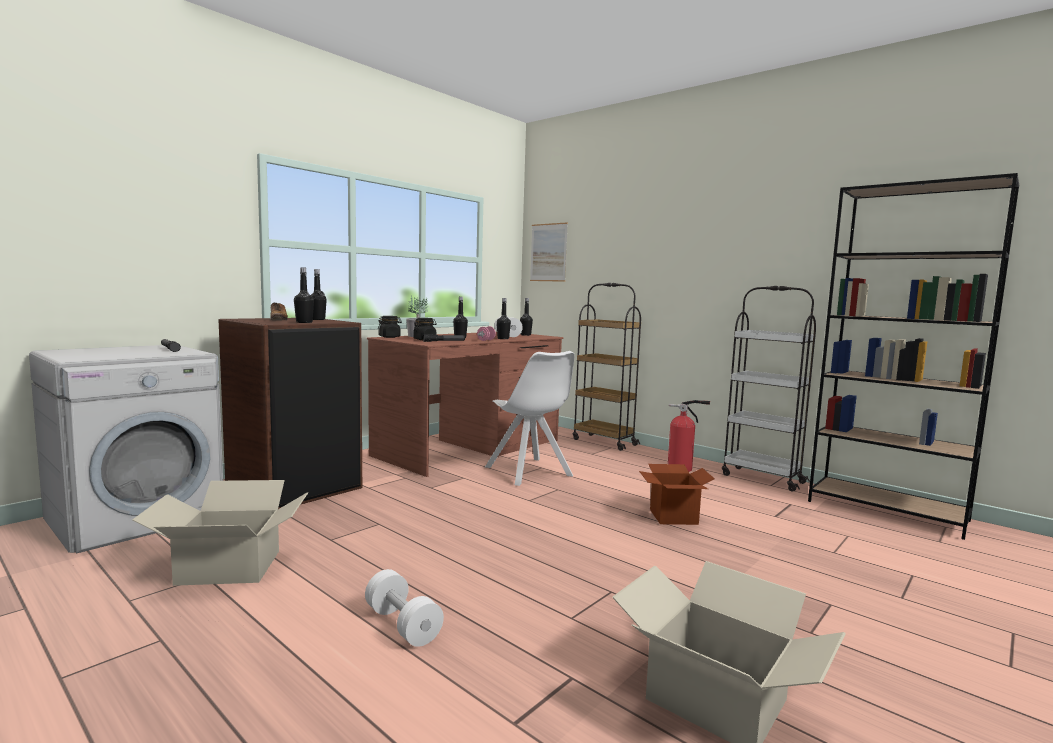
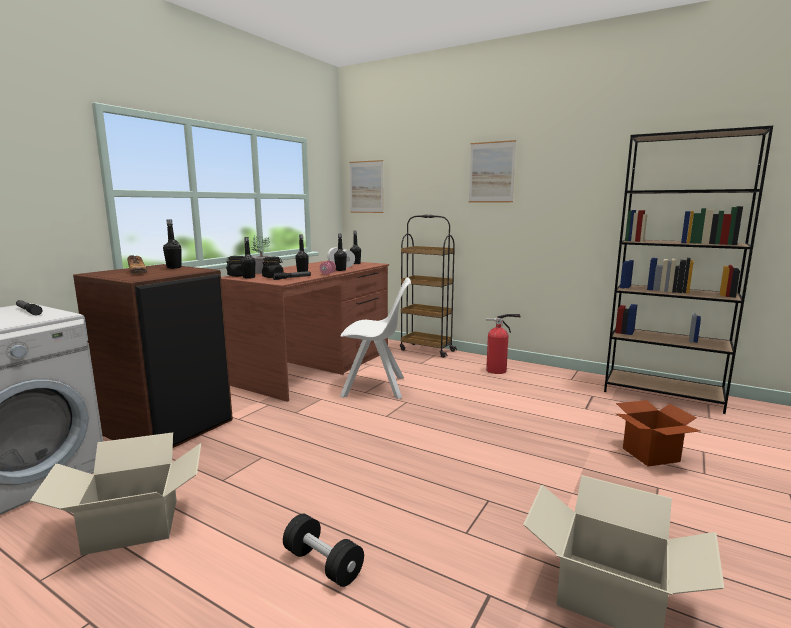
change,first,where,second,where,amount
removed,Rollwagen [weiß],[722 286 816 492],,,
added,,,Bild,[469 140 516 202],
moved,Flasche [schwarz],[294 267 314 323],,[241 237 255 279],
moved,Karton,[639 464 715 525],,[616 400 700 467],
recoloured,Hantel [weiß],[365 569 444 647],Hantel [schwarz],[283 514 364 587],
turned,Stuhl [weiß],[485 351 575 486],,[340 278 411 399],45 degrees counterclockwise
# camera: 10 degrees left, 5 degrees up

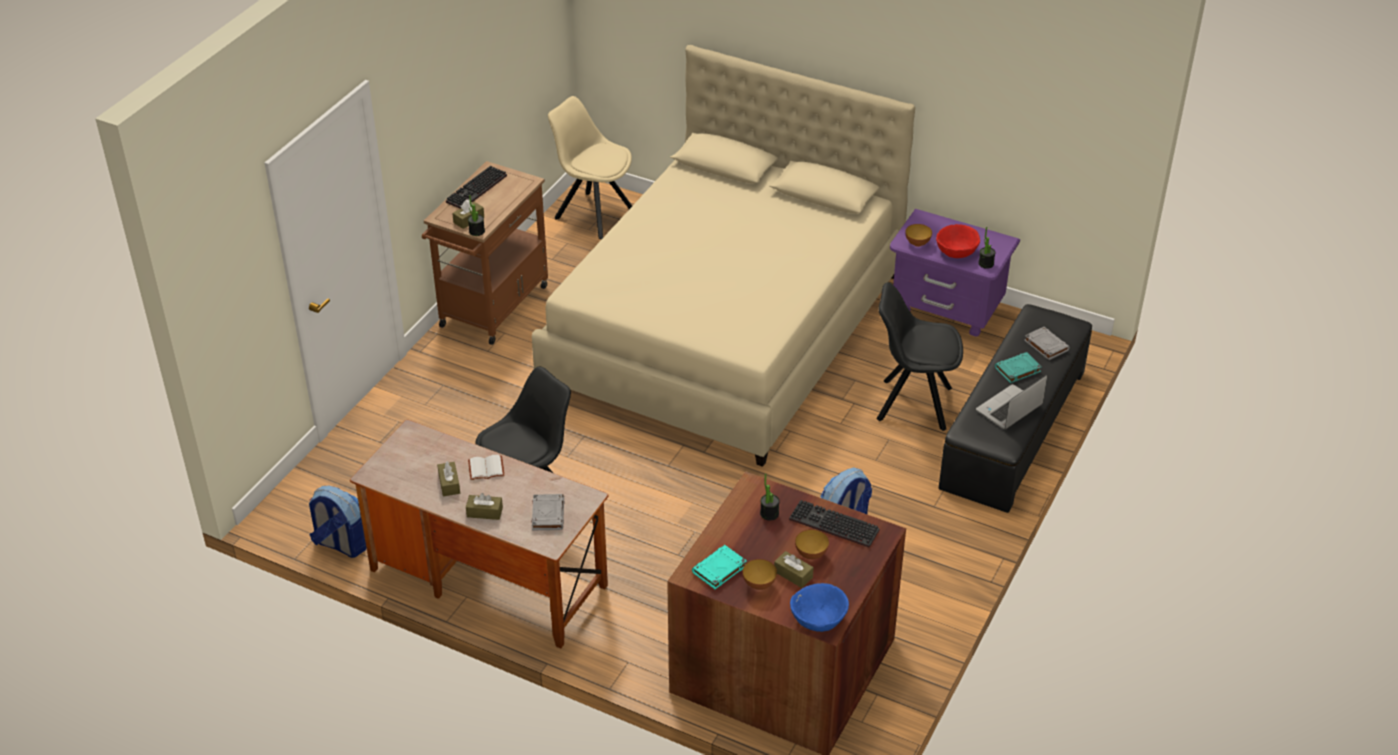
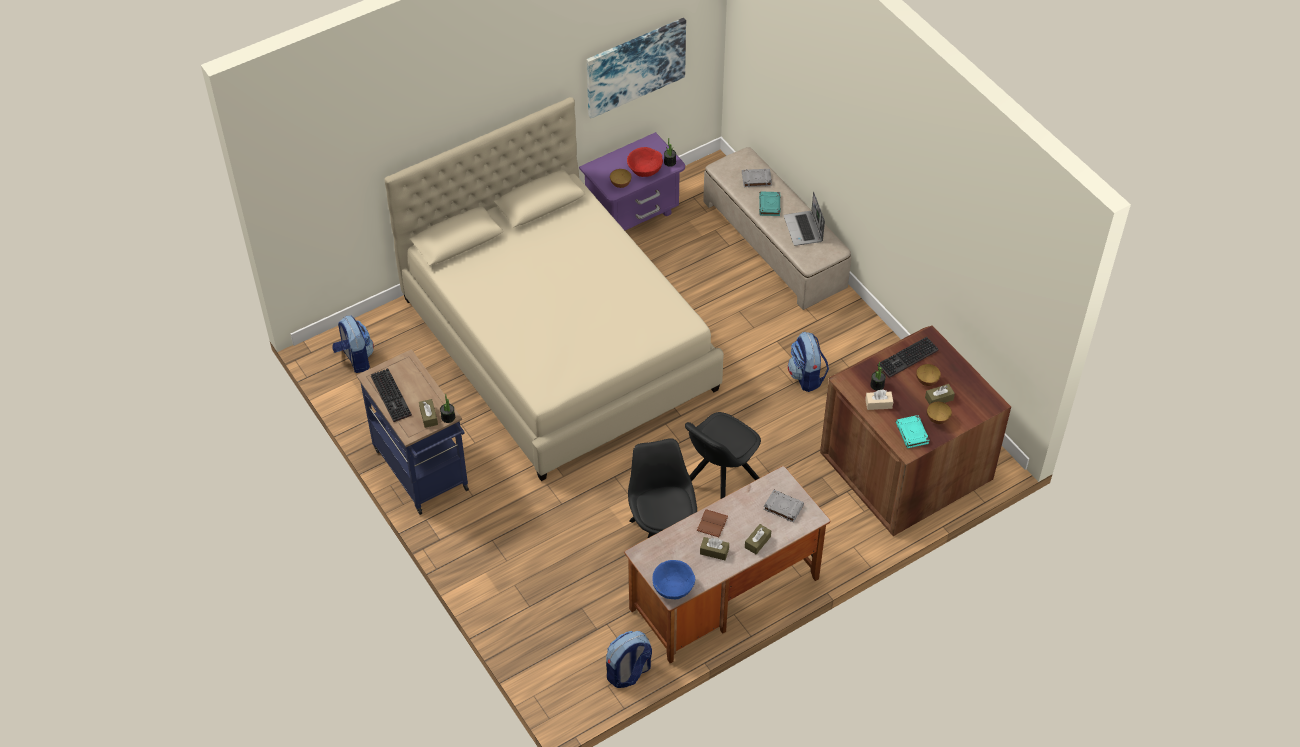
change,first,where,second,where,amount
added,,,Bild,[587 18 686 118],
added,,,Taschentuchbox [beige],[865 389 893 410],
moved,Schüssel [blau],[790 583 849 632],,[652 560 695 599],
moved,Stuhl [schwarz],[877 282 963 431],,[685 412 761 499],
replaced,Stuhl [beige],[548 96 632 239],Rucksack,[332 315 374 373],
recoloured,Rollwagen [braun],[422 161 548 345],Rollwagen [blau],[356 349 469 515],
recoloured,Buch [weiß],[468 455 505 480],Buch [braun],[697 509 728 537],
recoloured,Bank [schwarz],[939 304 1092 513],Bank [beige],[703 147 851 310],
# camera: 60 degrees left, 10 degrees up

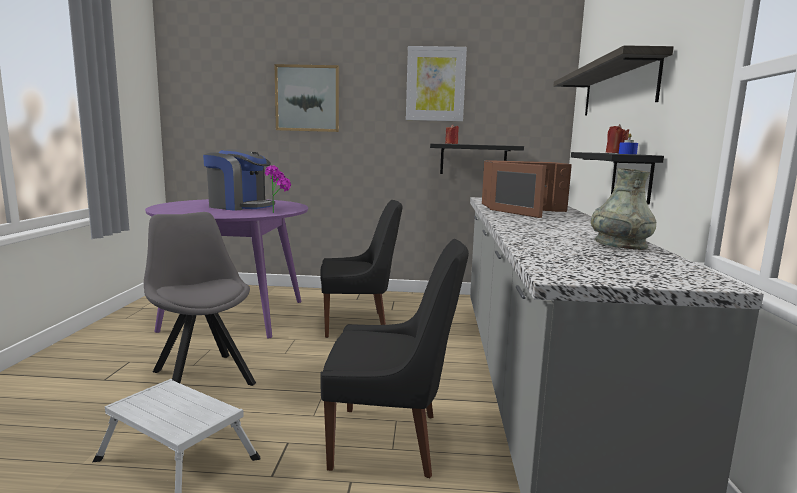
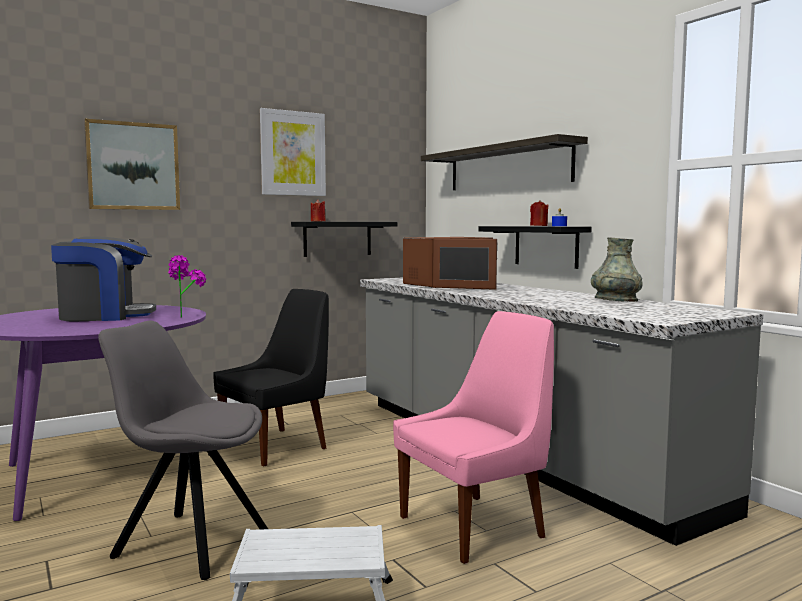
change,first,where,second,where,amount
recoloured,Stuhl [schwarz],[320 239 469 478],Stuhl [rosa],[393 311 554 564],
# camera: 35 degrees left, 5 degrees down

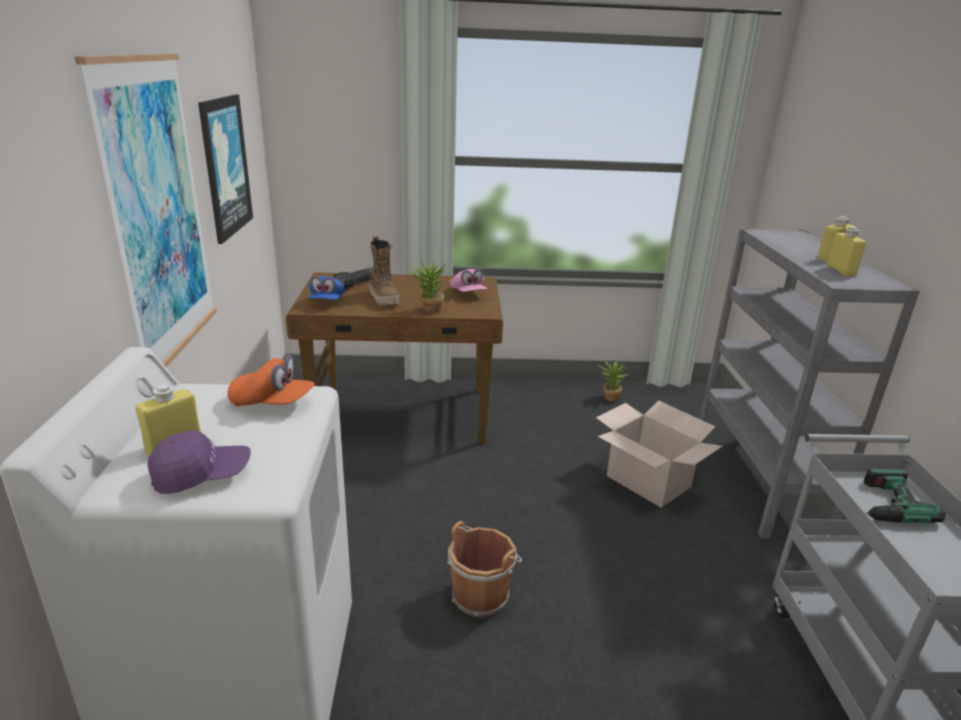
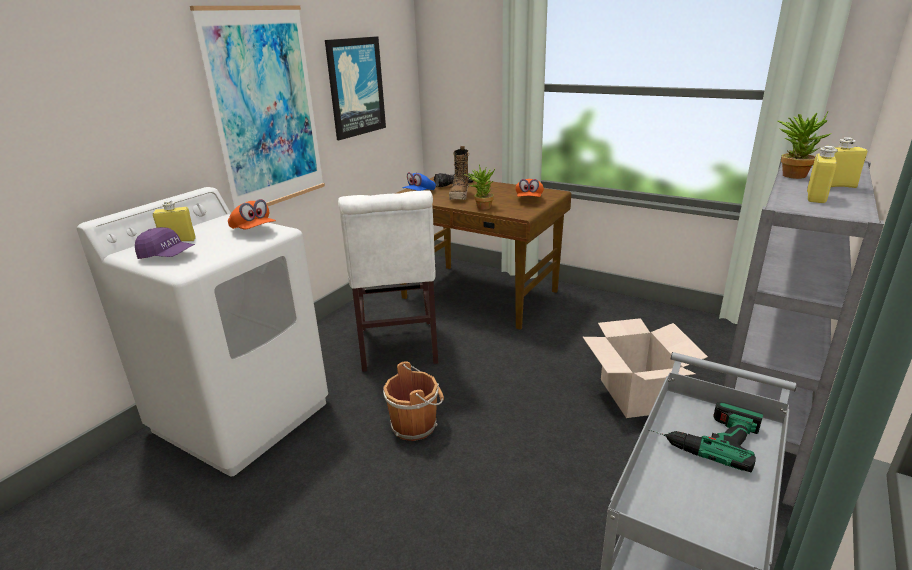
change,first,where,second,where,amount
added,,,Stuhl [weiß],[338 190 438 372],
moved,Topfpflanze,[597 359 629 401],,[777 111 832 179],
recoloured,Kappe [rosa],[450 269 487 292],Kappe [orange],[515 179 544 197],
# camera: 35 degrees right, 0 degrees up

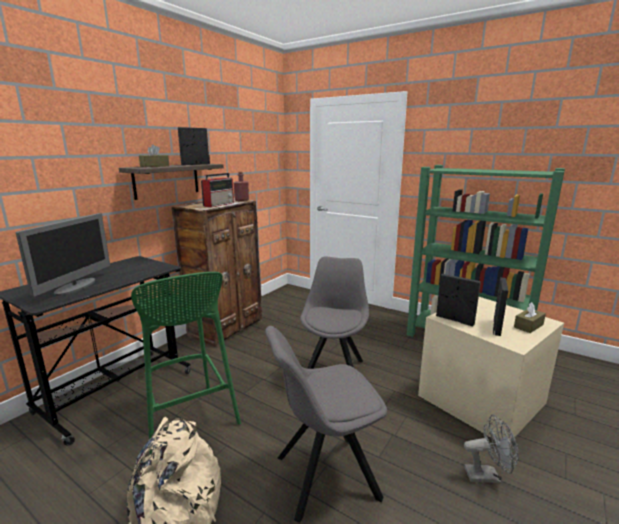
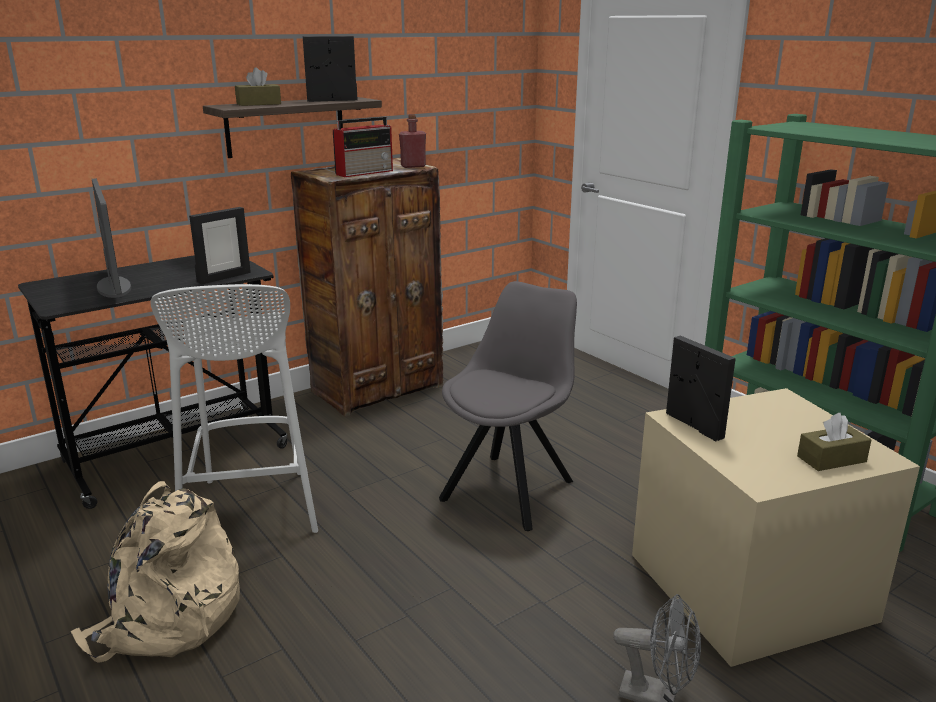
change,first,where,second,where,amount
removed,Stuhl [grau],[265 326 387 523],,,
moved,Bilderrahmen,[493 277 508 336],,[189 207 251 284],
recoloured,Hocker [grün],[131 272 241 454],Hocker [weiß],[150 284 318 533],
turned,Monitor,[16 213 110 297],,[92 178 131 298],60 degrees counterclockwise
# camera: 20 degrees right, 5 degrees up

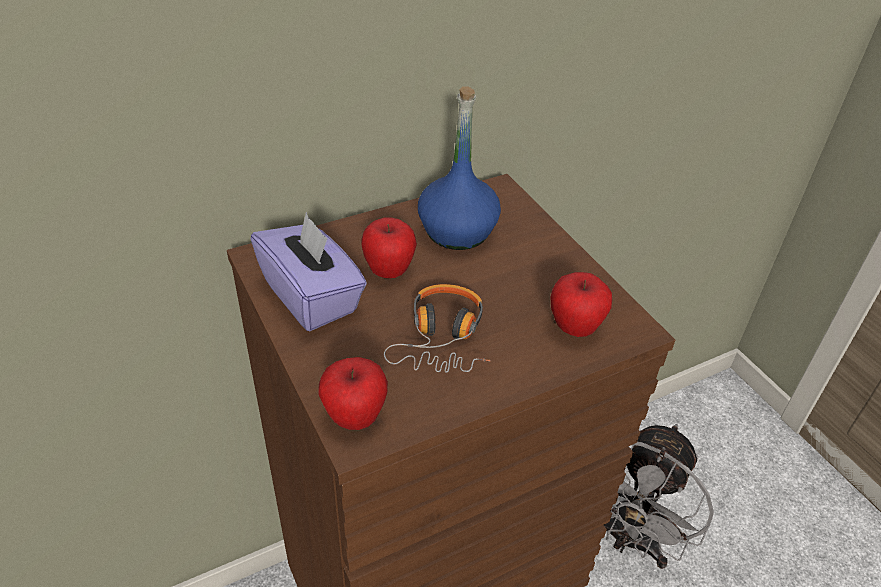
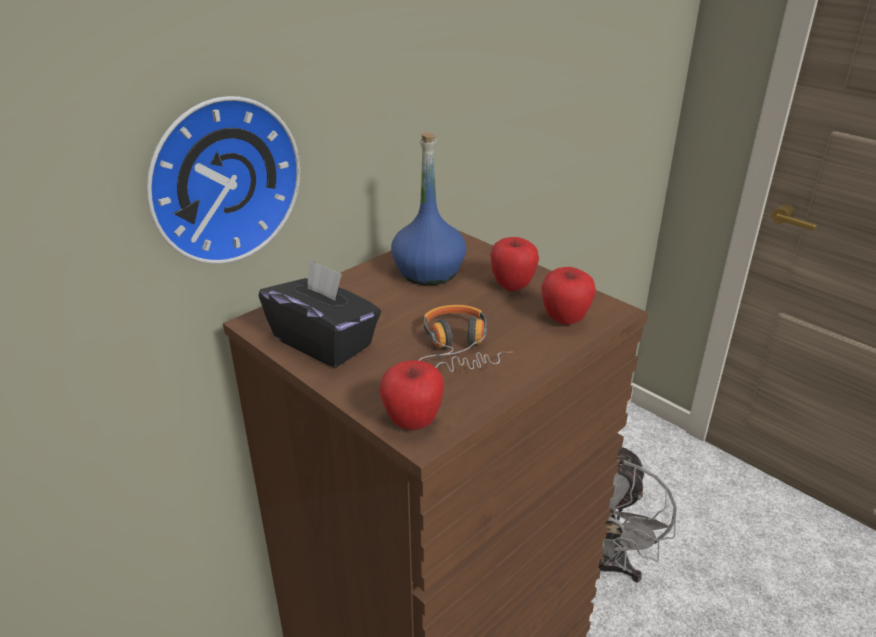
change,first,where,second,where,amount
added,,,Wanduhr,[147 96 300 264],
moved,Apfel,[361 218 417 278],,[490 237 539 291],
recoloured,Taschentuchbox [lila],[251 212 367 331],Taschentuchbox [schwarz],[259 259 381 367],
# camera: 15 degrees left, 10 degrees down

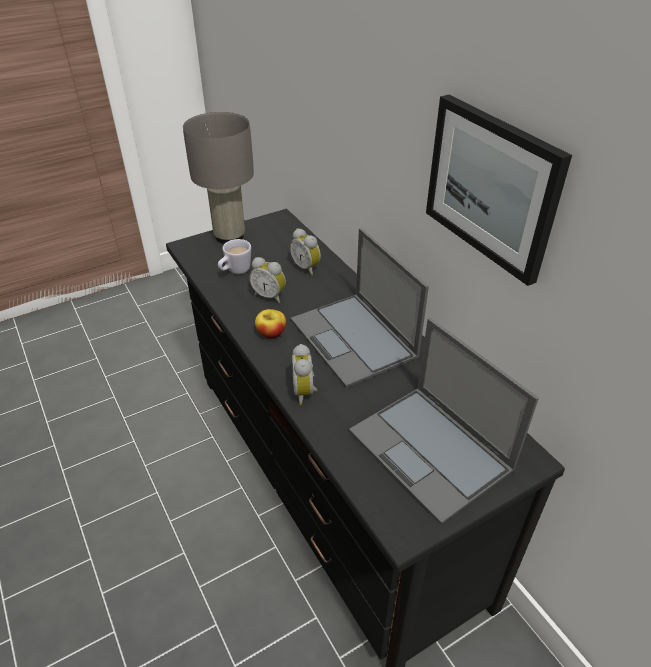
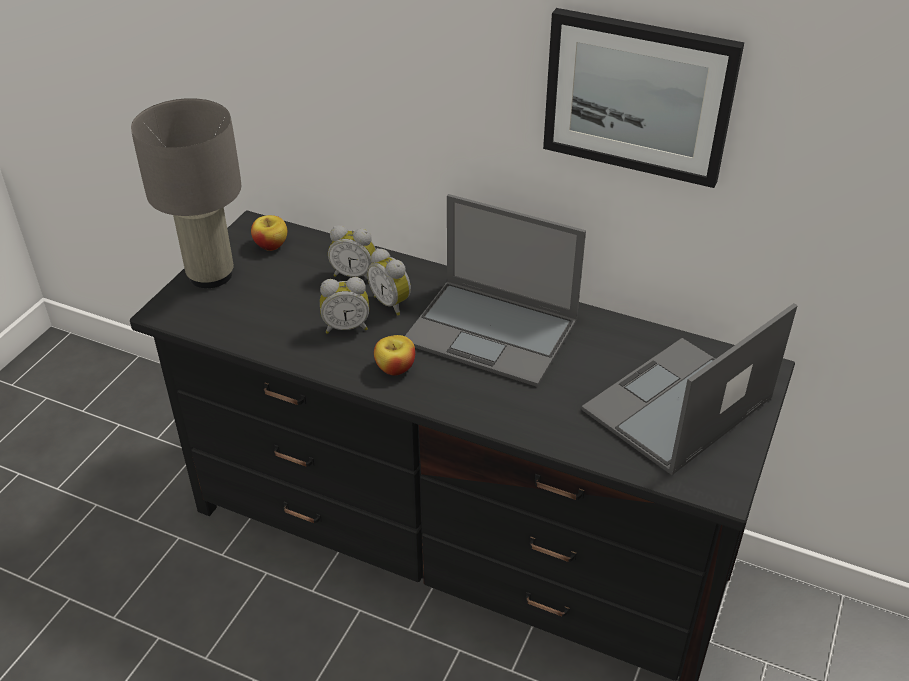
change,first,where,second,where,amount
removed,Henkelbecher [weiß],[218 239 251 274],,,
added,,,Apfel,[251 215 287 251],
moved,Wecker,[292 344 318 405],,[367 248 411 316],
turned,Laptop,[349 318 539 525],,[581 303 798 475],120 degrees clockwise
# camera: 35 degrees left, 0 degrees up

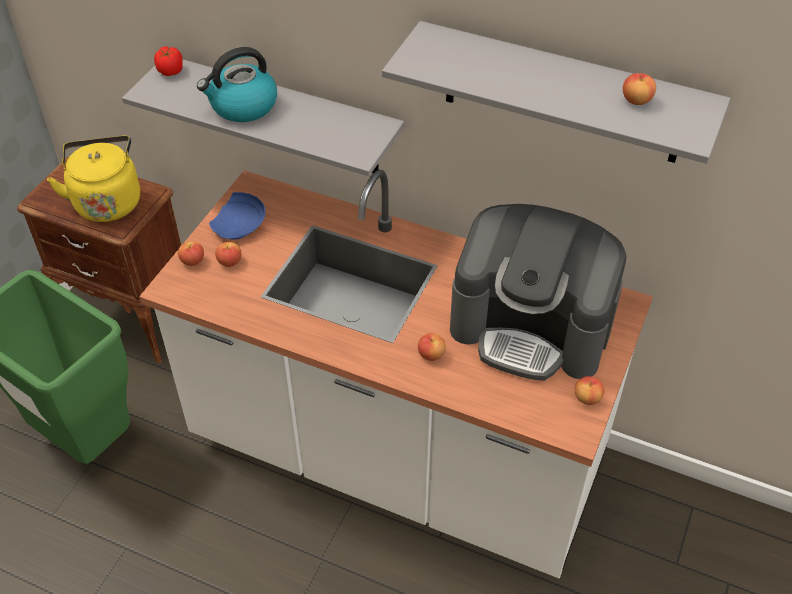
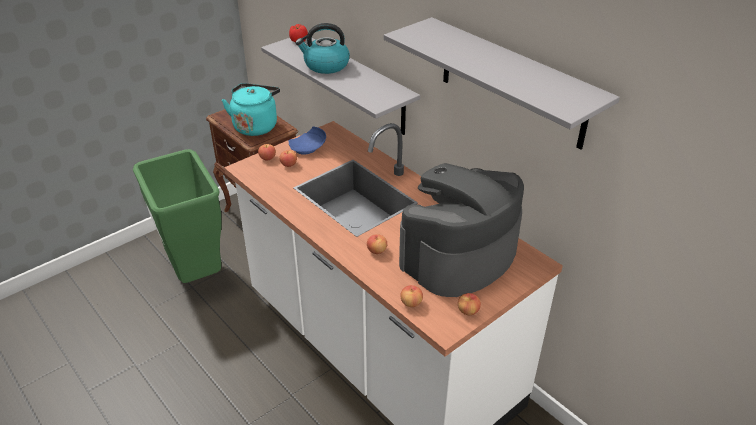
change,first,where,second,where,amount
moved,Apfel,[623 73 656 105],,[400 285 423 307],
recoloured,Wasserkessel [gelb],[47 136 140 222],Wasserkessel [türkis],[222 83 280 136],
turned,Kaffeemaschine,[450 204 627 381],,[399 163 524 297],90 degrees clockwise
# camera: 25 degrees right, 10 degrees down

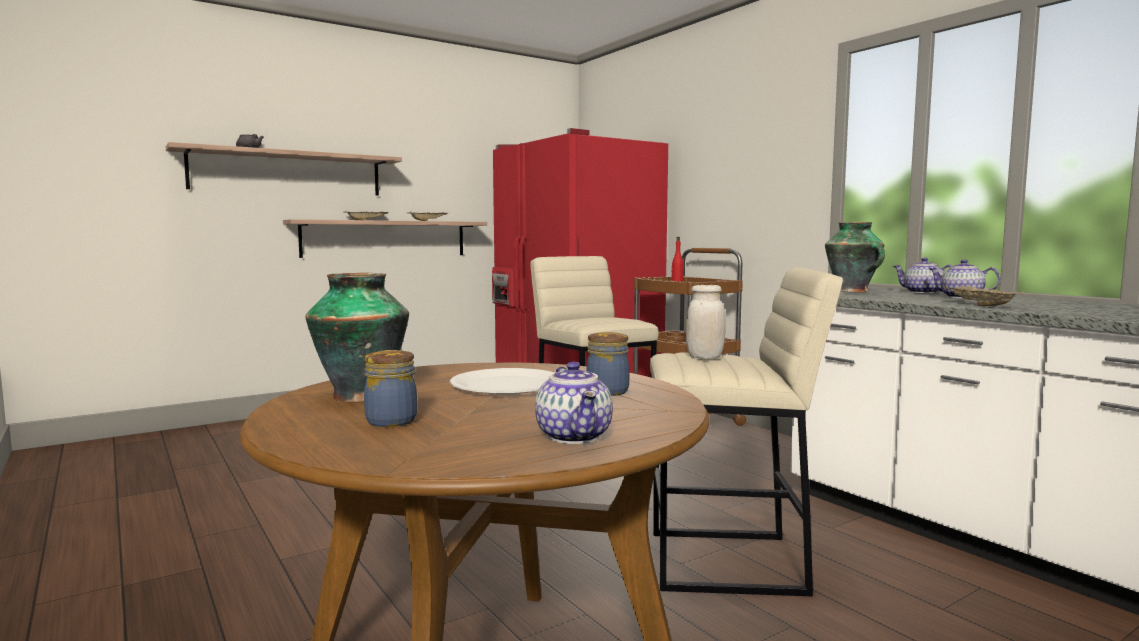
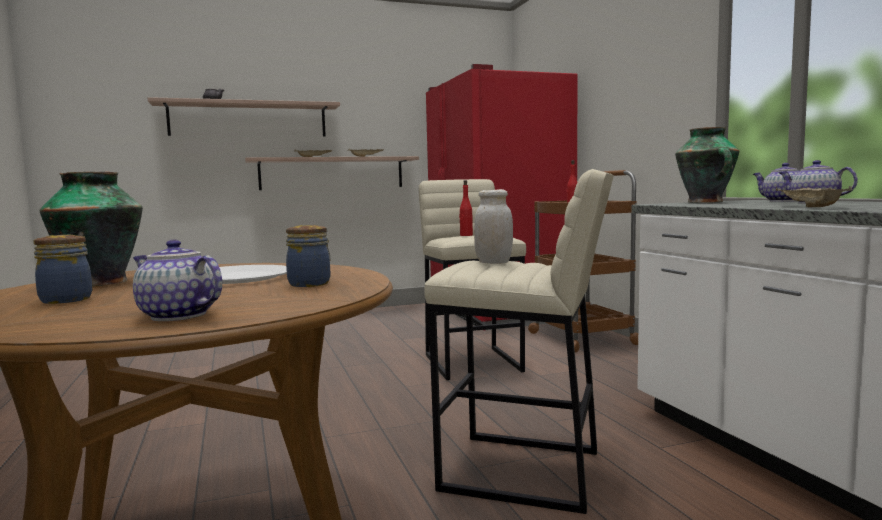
change,first,where,second,where,amount
added,,,Flasche [rot],[459 180 473 236],
turned,Teekanne,[535 361 613 444],,[133 240 222 321],120 degrees clockwise
# camera: 15 degrees right, 0 degrees up

